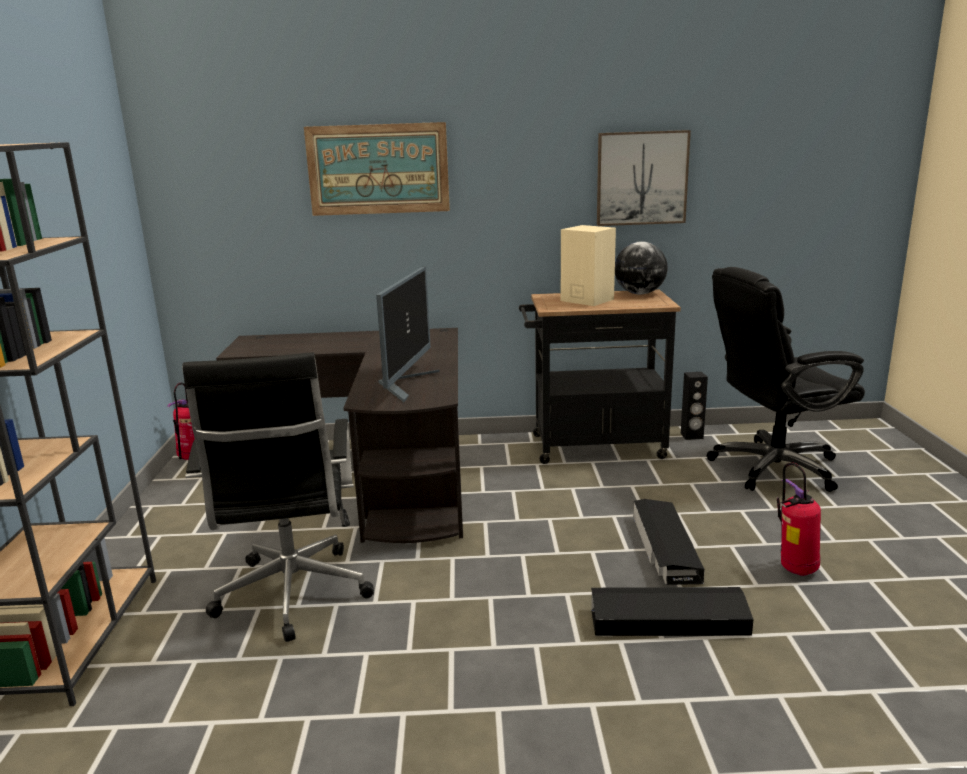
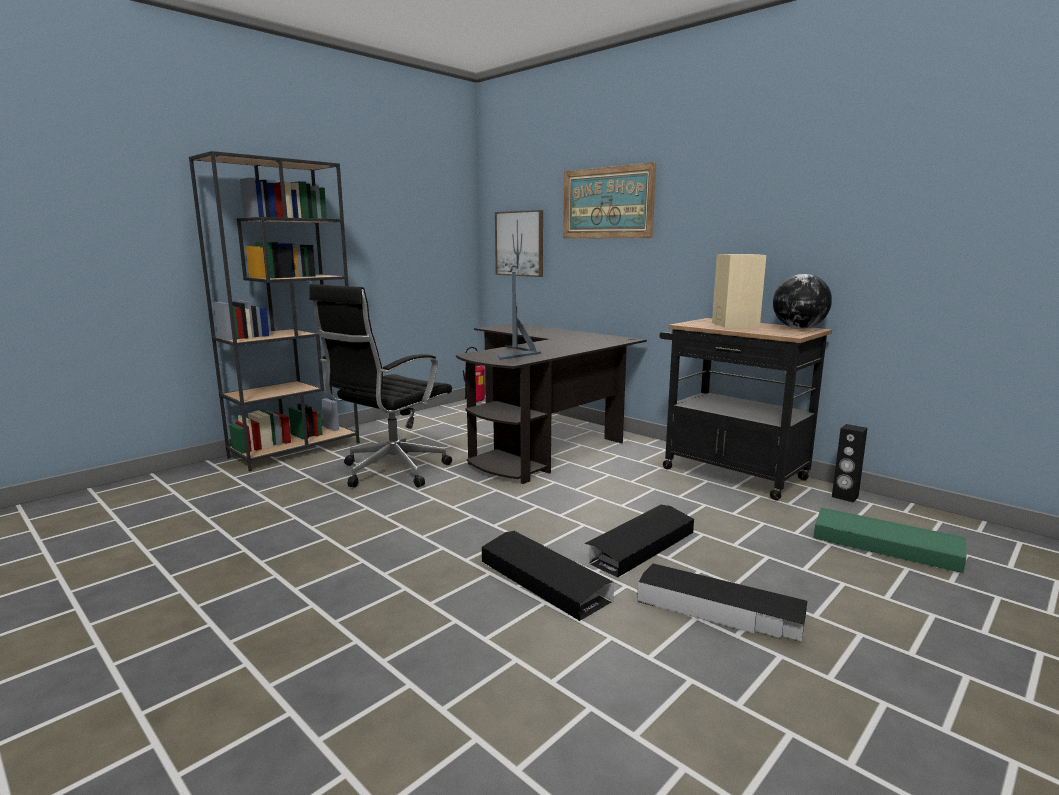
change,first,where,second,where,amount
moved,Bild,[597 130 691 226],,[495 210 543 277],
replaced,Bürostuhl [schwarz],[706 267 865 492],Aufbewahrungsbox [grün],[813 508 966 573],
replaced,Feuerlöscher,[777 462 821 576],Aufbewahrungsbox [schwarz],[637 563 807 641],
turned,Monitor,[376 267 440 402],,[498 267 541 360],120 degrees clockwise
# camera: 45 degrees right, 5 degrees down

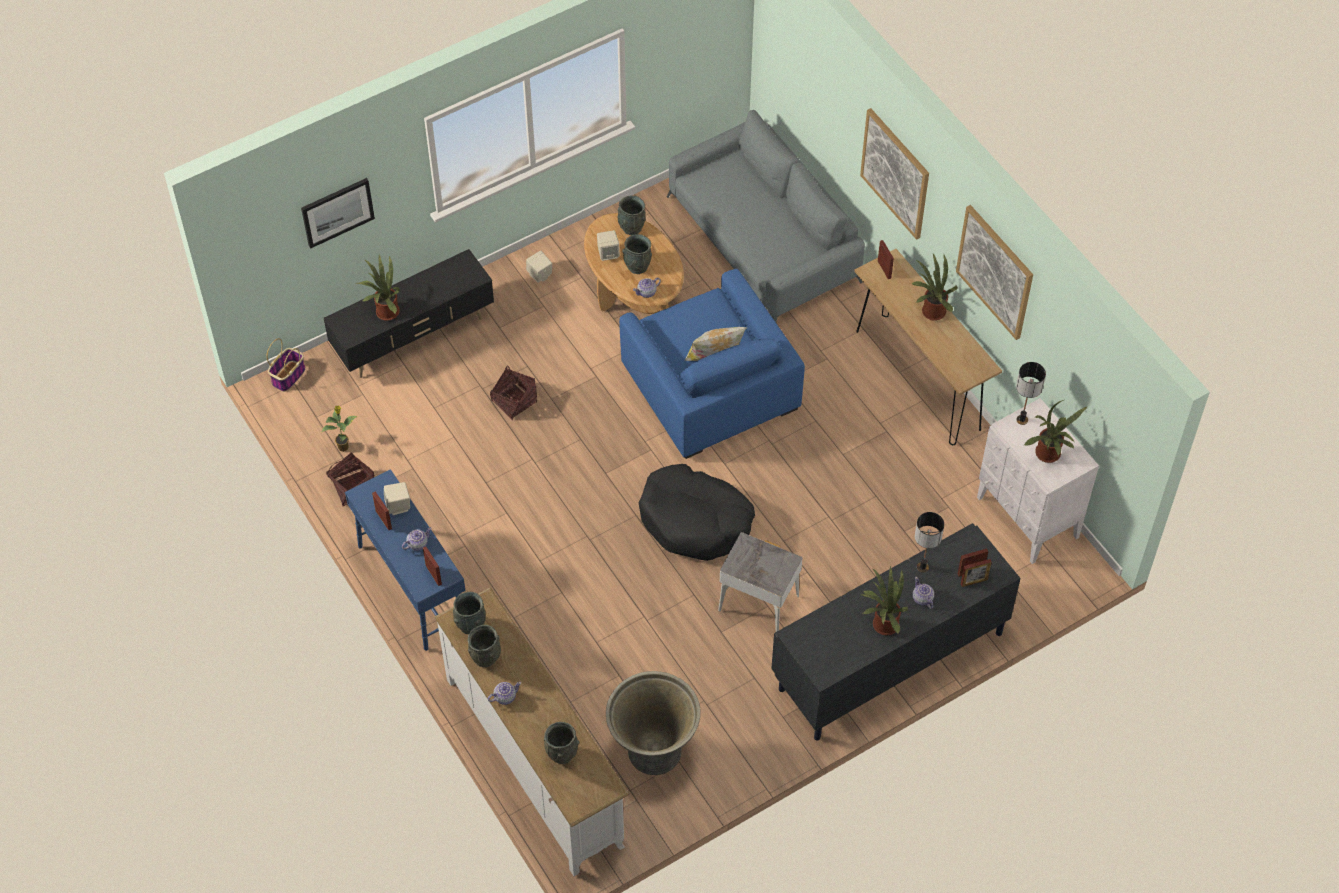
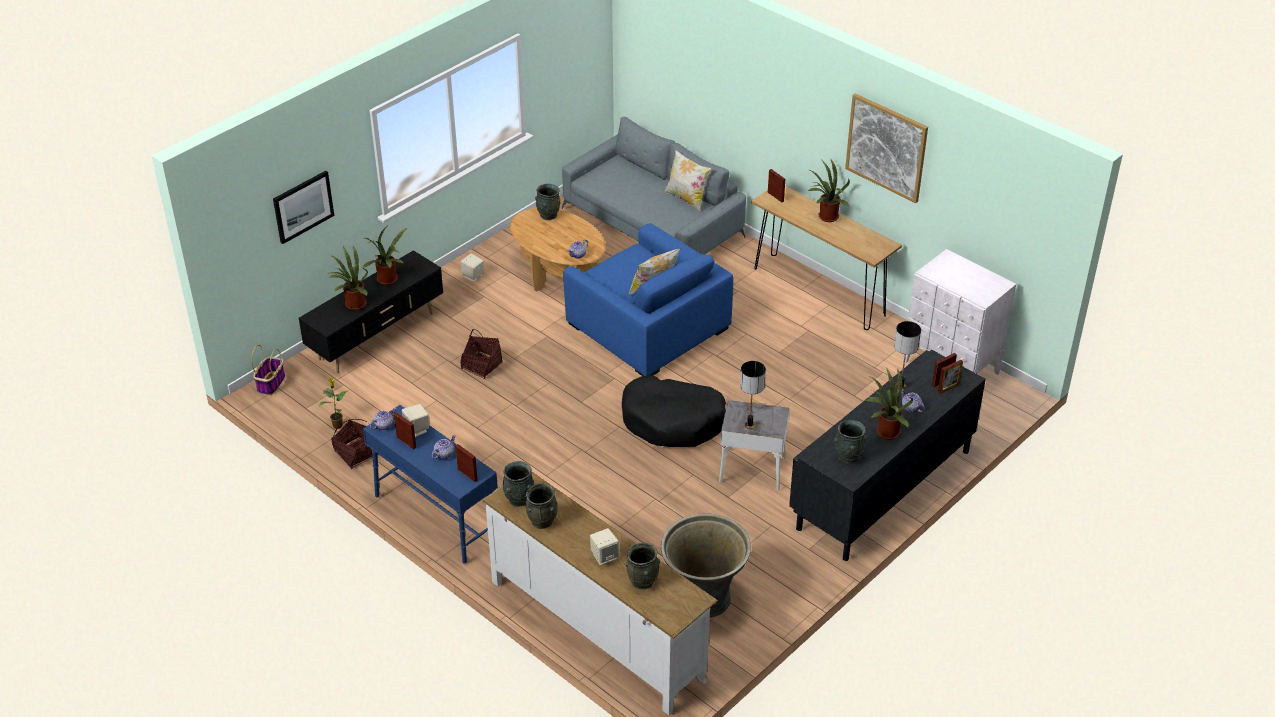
change,first,where,second,where,amount
removed,Bild,[860 108 929 240],,,
added,,,Kissen,[664 150 711 212],
moved,Teekanne,[488 682 521 705],,[370 408 397 430],
moved,Lautsprecher [beige],[597 230 620 261],,[590 528 620 565],
moved,Vase [grau],[622 234 652 274],,[834 420 866 463],
moved,Tischlampe,[1016 362 1046 425],,[740 361 766 429],
moved,Topfpflanze,[1023 400 1087 463],,[362 225 407 285],
# camera: 15 degrees left, 15 degrees down

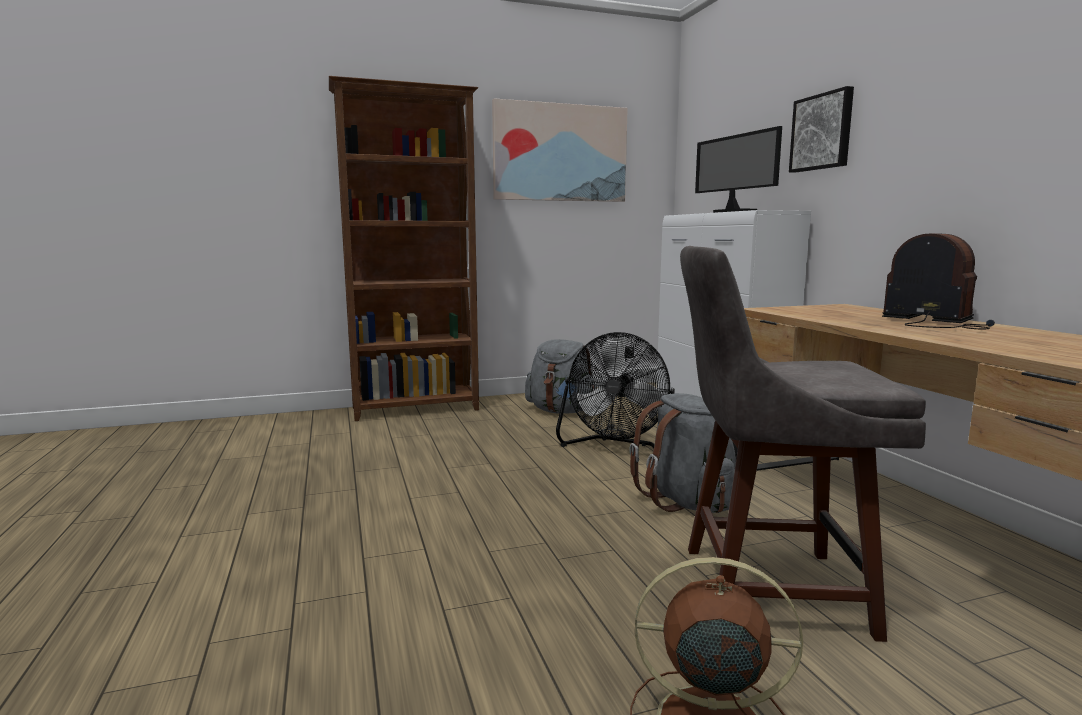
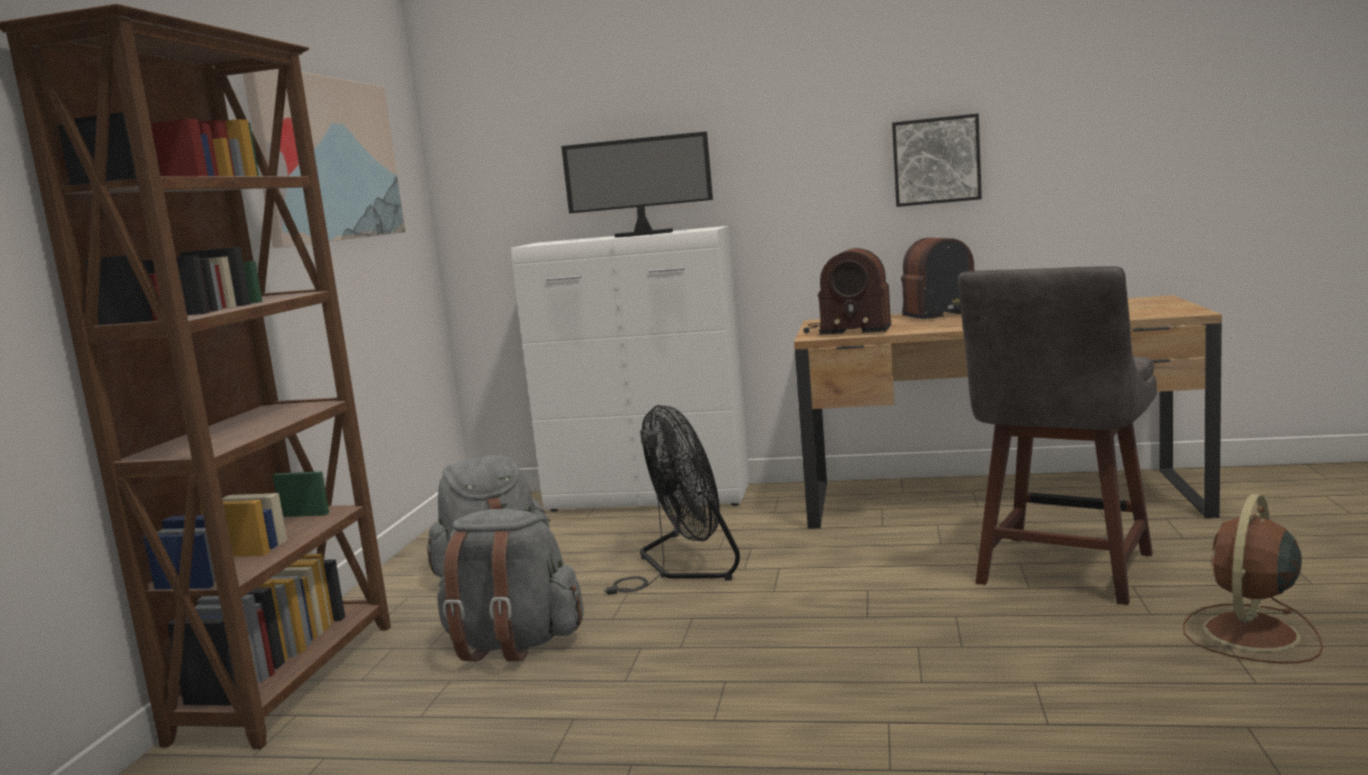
change,first,where,second,where,amount
added,,,Radio,[803 248 892 335],
moved,Rucksack [grau],[629 393 736 513],,[437 509 584 661],
moved,Bild,[789 86 854 173],,[892 113 982 207],
turned,Ventilator [schwarz],[556 332 675 449],,[603 405 740 595],75 degrees counterclockwise
# camera: 60 degrees left, 0 degrees up

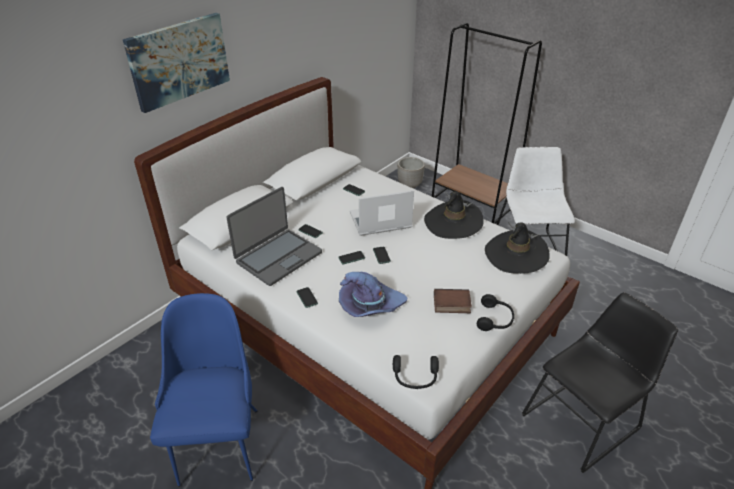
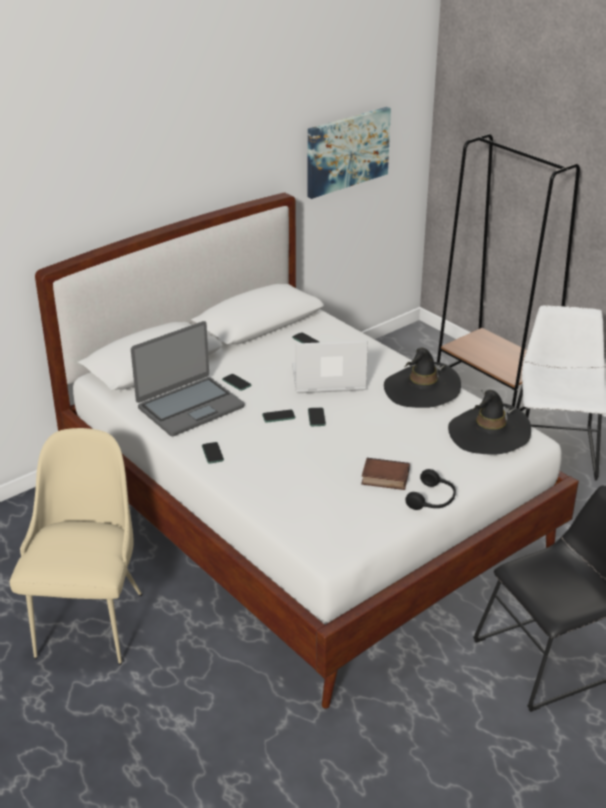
change,first,where,second,where,amount
removed,Hut [lila],[339 272 408 317],,,
removed,Kopfhörer [schwarz],[393 355 439 389],,,
removed,Pflanzkübel,[397 157 425 188],,,
moved,Bild,[123 13 230 113],,[308 107 391 199],
recoloured,Stuhl [blau],[150 293 258 487],Stuhl [beige],[10 428 142 665],
# camera: 10 degrees right, 5 degrees down

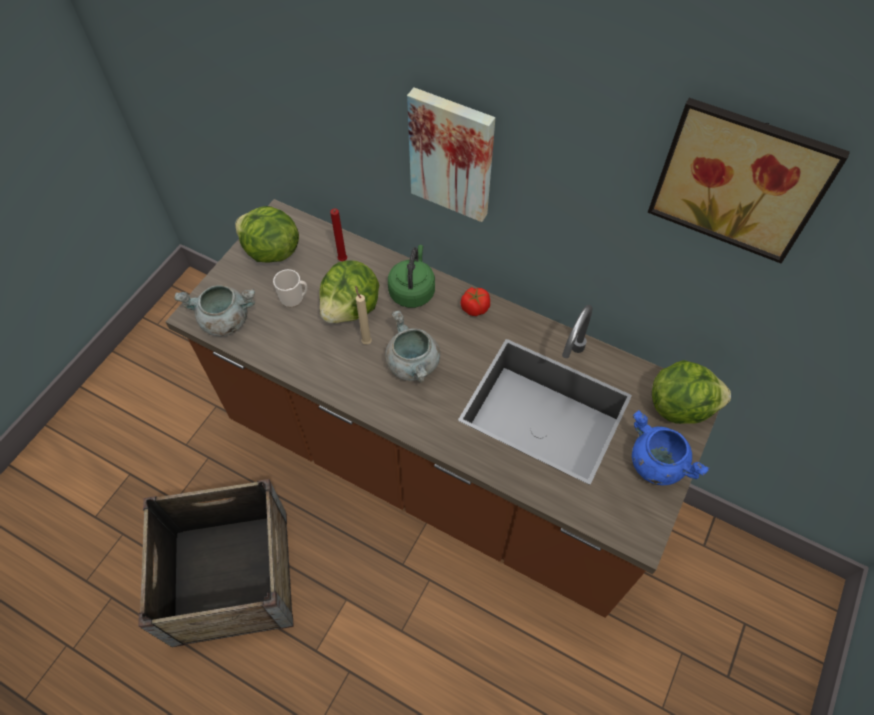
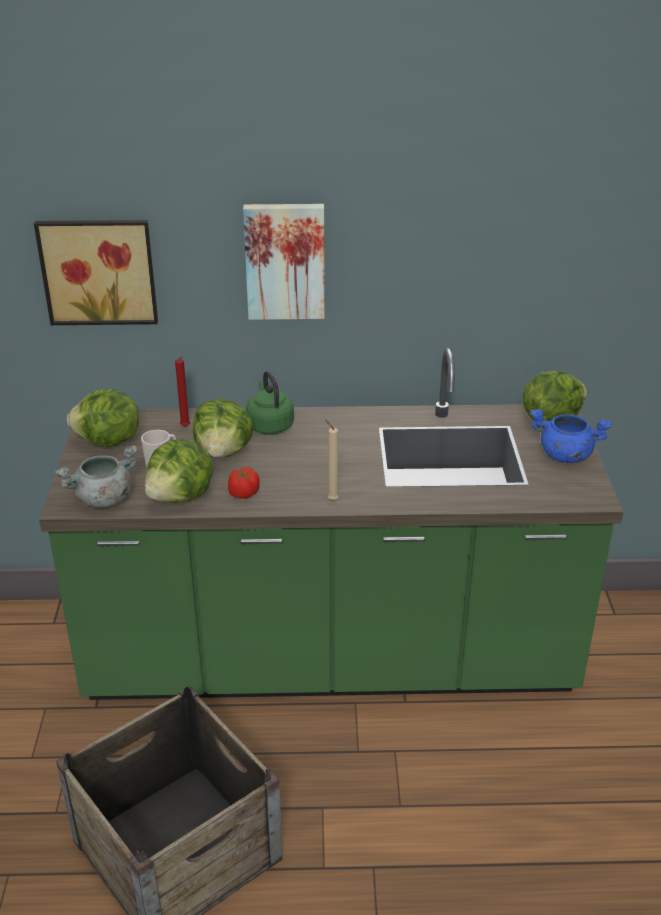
change,first,where,second,where,amount
removed,Kochtopf [grau],[385 310 440 382],,,
added,,,Salatkopf,[145 439 214 503],
moved,Kerze [beige],[355 285 372 345],,[325 419 339 500],
moved,Tomate,[461 287 490 316],,[228 467 260 499],
moved,Bild,[648 98 850 264],,[34 220 158 325],
recoloured,Küchenzeile [braun],[165 199 719 618],Küchenzeile [grün],[39 348 623 700],
# camera: 30 degrees left, 25 degrees down

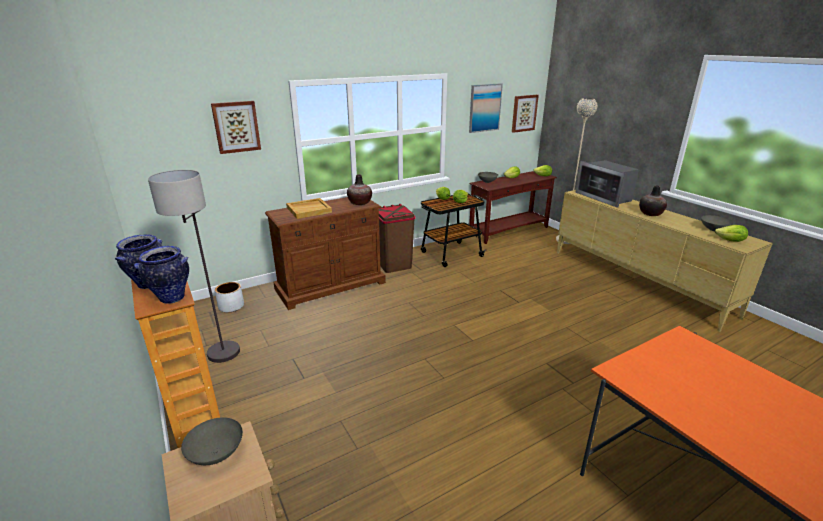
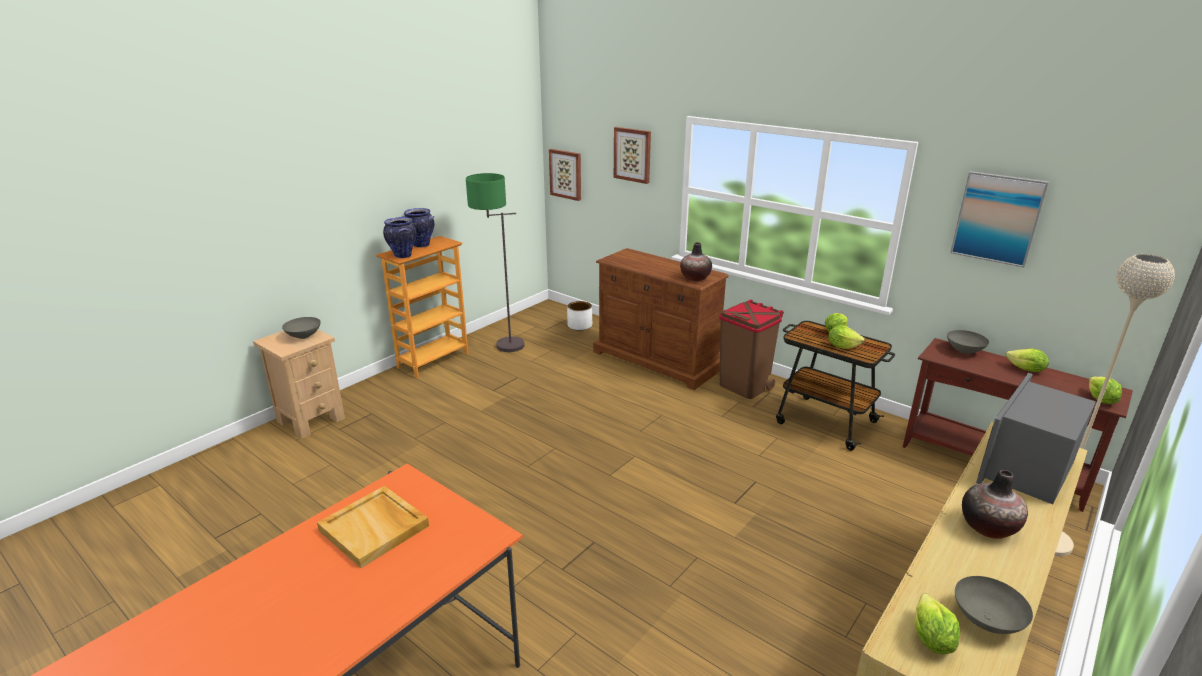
change,first,where,second,where,amount
moved,Tablett [beige],[286 198 332 219],,[317 486 429 568],
moved,Bild,[512 95 539 133],,[549 149 581 201],
recoloured,Stehlampe [grau],[148 170 240 363],Stehlampe [grün],[466 173 525 352],
# camera: 70 degrees right, 0 degrees up

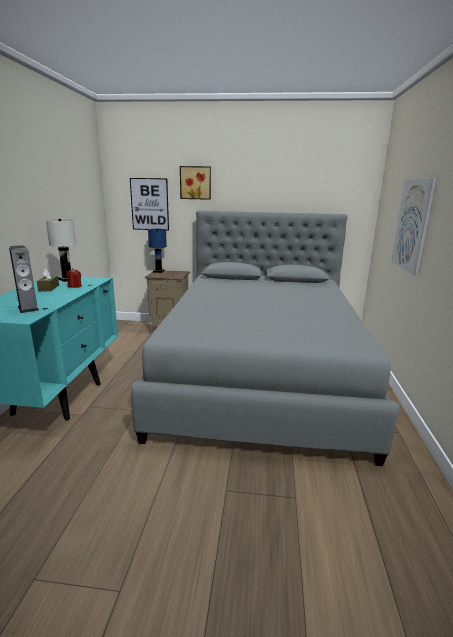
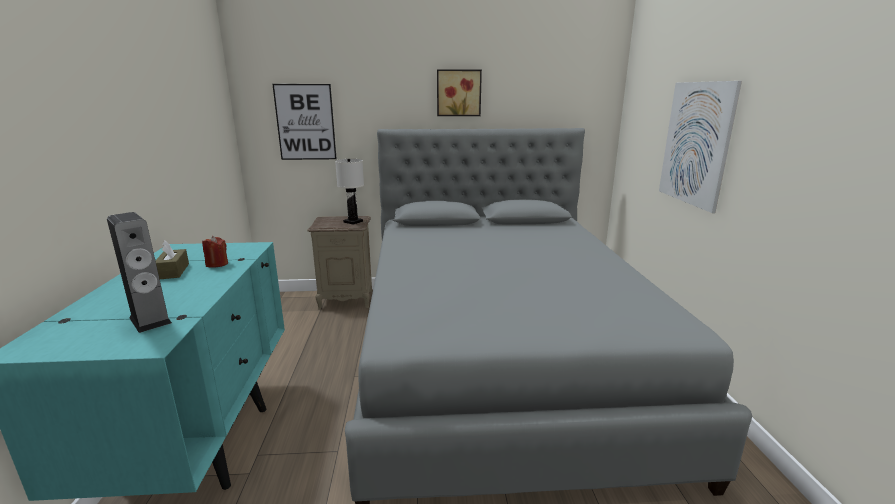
change,first,where,second,where,amount
removed,Tischlampe [blau],[148 229 167 273],,,
moved,Tischlampe [weiß],[46 219 76 282],,[335 159 364 225],
moved,Bild,[180 166 211 200],,[437 69 482 116],
# camera: 10 degrees left, 0 degrees up

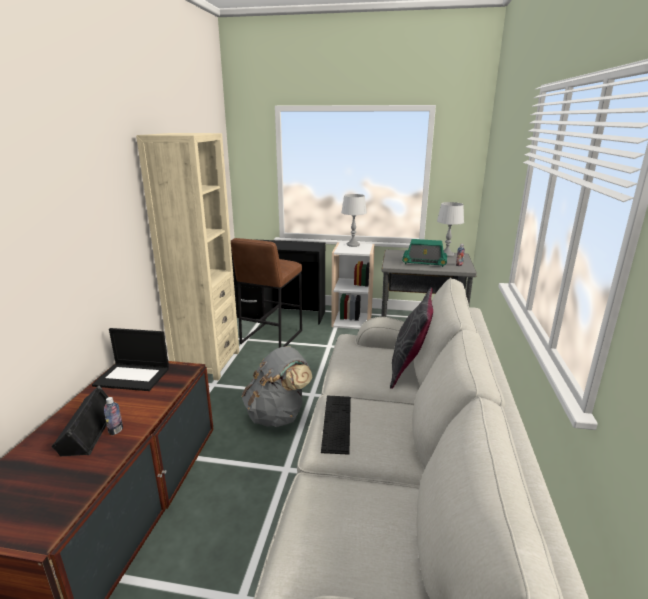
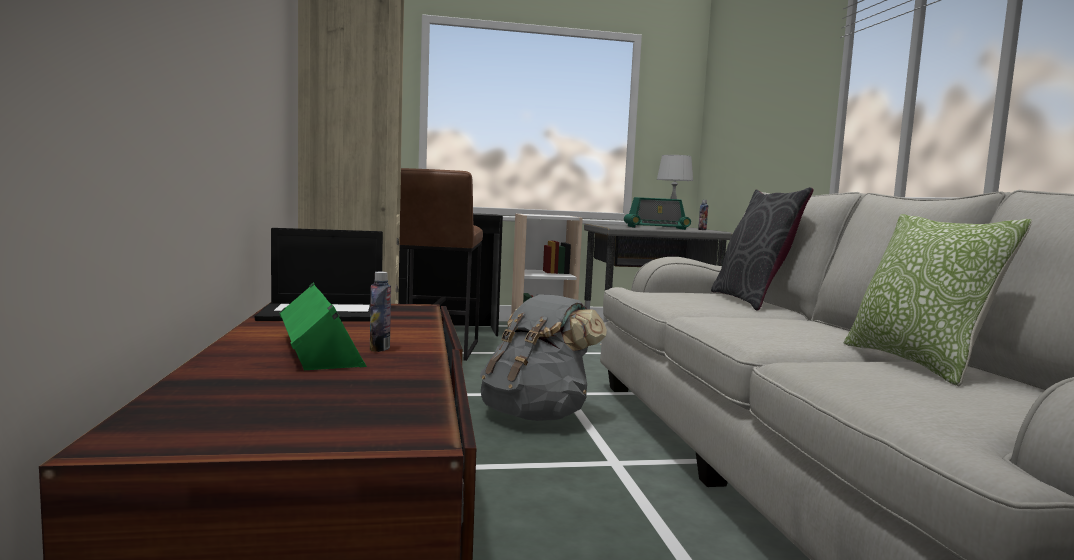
change,first,where,second,where,amount
removed,Tastatur,[321 395 351 455],,,
removed,Tischlampe [grau],[341 194 367 247],,,
added,,,Kissen,[844 214 1032 386],
recoloured,Lautsprecher [schwarz],[51 385 108 456],Lautsprecher [grün],[279 283 367 370],
# camera: 20 degrees left, 15 degrees down

